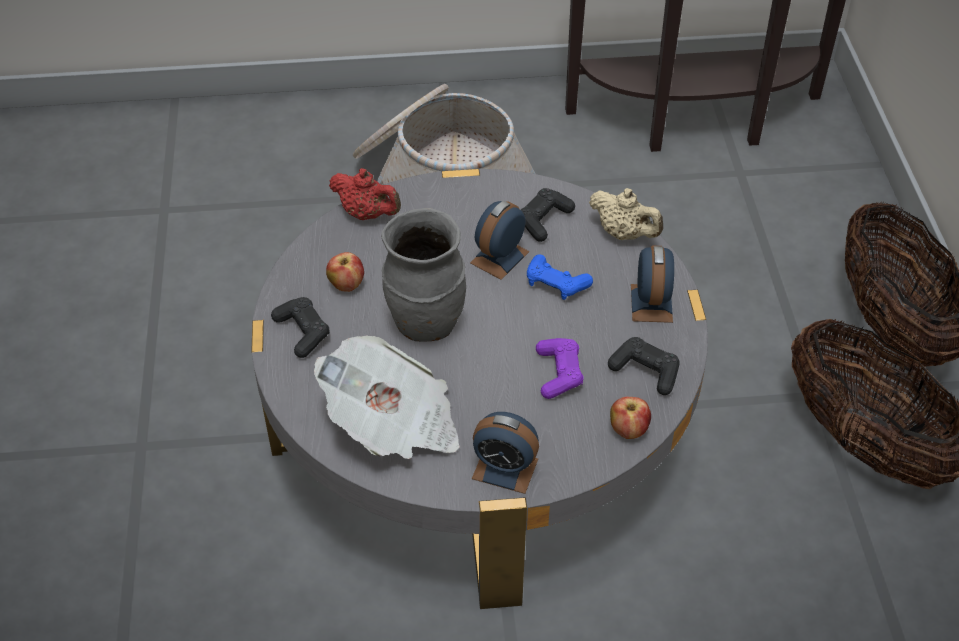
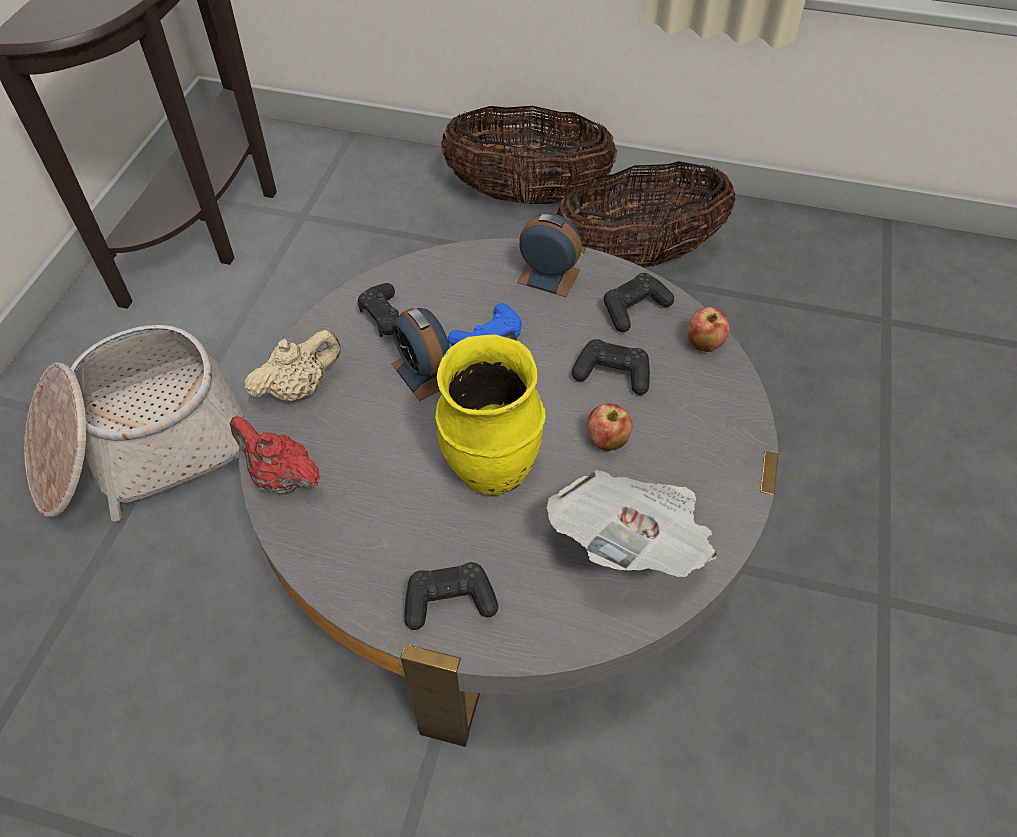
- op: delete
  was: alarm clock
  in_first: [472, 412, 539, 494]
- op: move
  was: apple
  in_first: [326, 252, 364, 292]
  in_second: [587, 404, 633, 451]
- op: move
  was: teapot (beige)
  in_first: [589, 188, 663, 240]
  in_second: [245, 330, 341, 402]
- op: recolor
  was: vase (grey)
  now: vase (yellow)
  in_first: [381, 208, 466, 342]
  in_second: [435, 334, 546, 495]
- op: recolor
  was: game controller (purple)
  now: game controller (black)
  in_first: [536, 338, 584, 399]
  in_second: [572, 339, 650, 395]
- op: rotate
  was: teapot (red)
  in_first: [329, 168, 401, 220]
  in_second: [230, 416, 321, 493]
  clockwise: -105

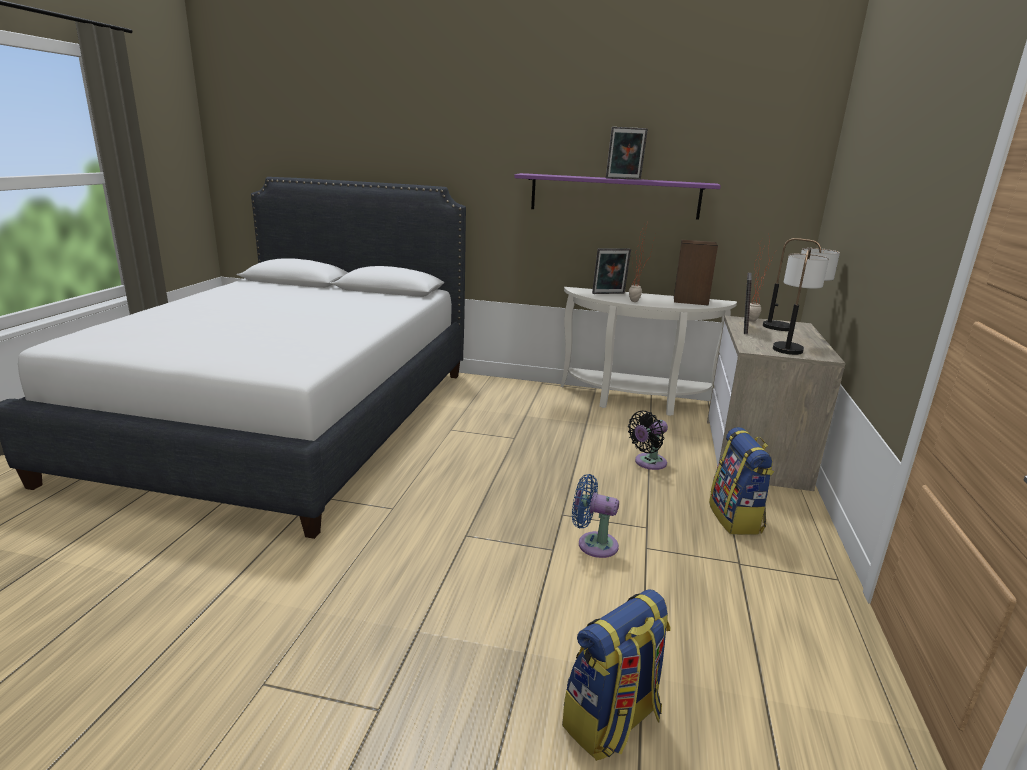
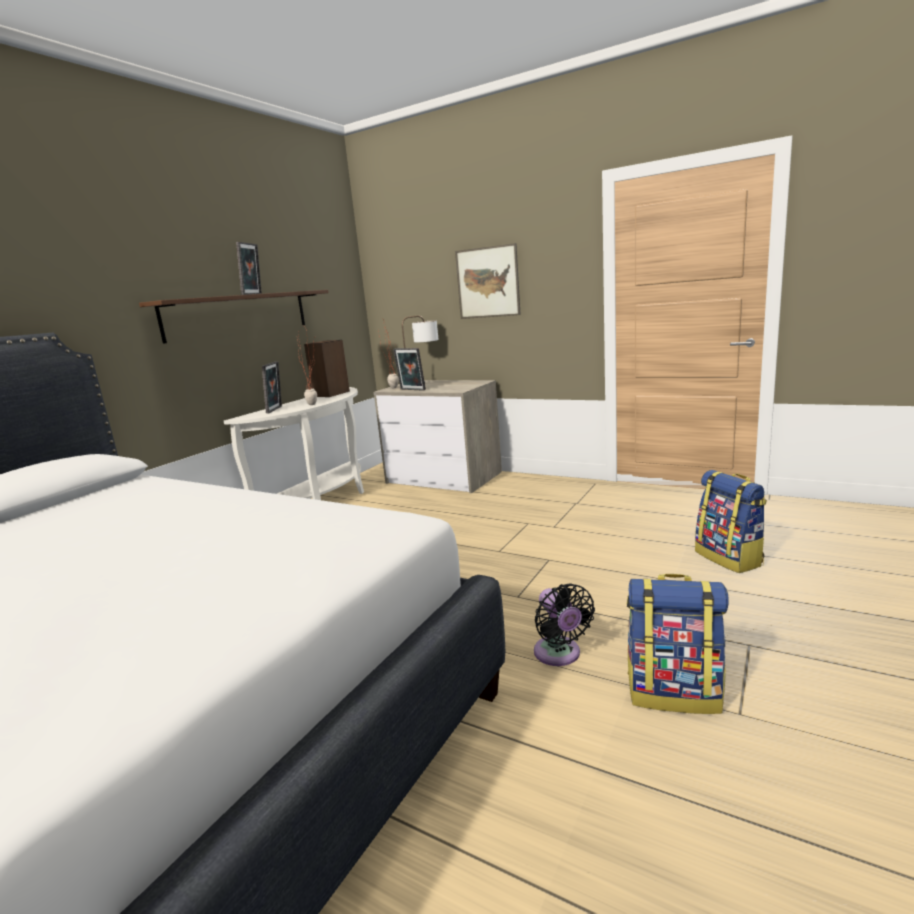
- op: delete
  was: fan (blue)
  in_first: [572, 474, 619, 558]
- op: delete
  was: table lamp
  in_first: [773, 248, 829, 355]
- op: insert
  now: picture
  in_second: [455, 243, 521, 319]
- op: move
  was: fan (black)
  in_first: [628, 411, 668, 470]
  in_second: [534, 583, 595, 666]
- op: move
  was: backpack
  in_first: [709, 427, 774, 535]
  in_second: [627, 574, 729, 714]
- op: recolor
  was: shelf (purple)
  now: shelf (brown)
  in_first: [514, 173, 721, 220]
  in_second: [139, 290, 329, 344]

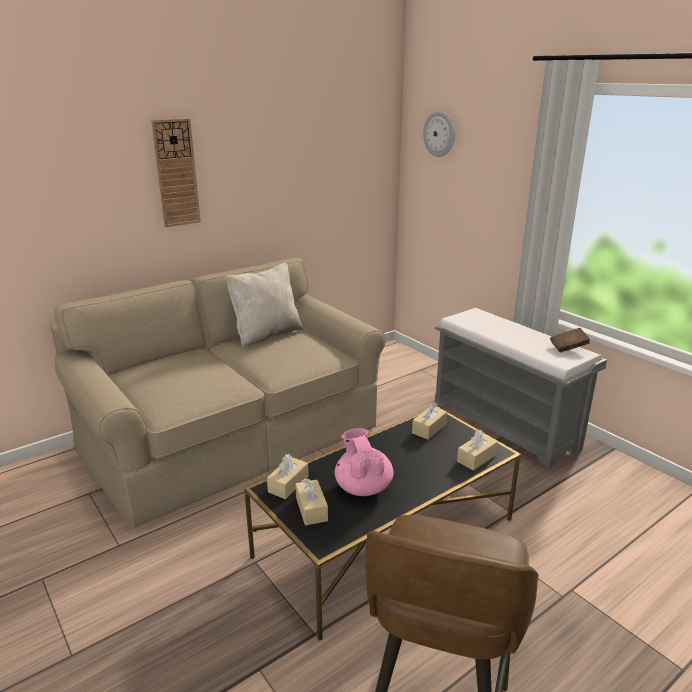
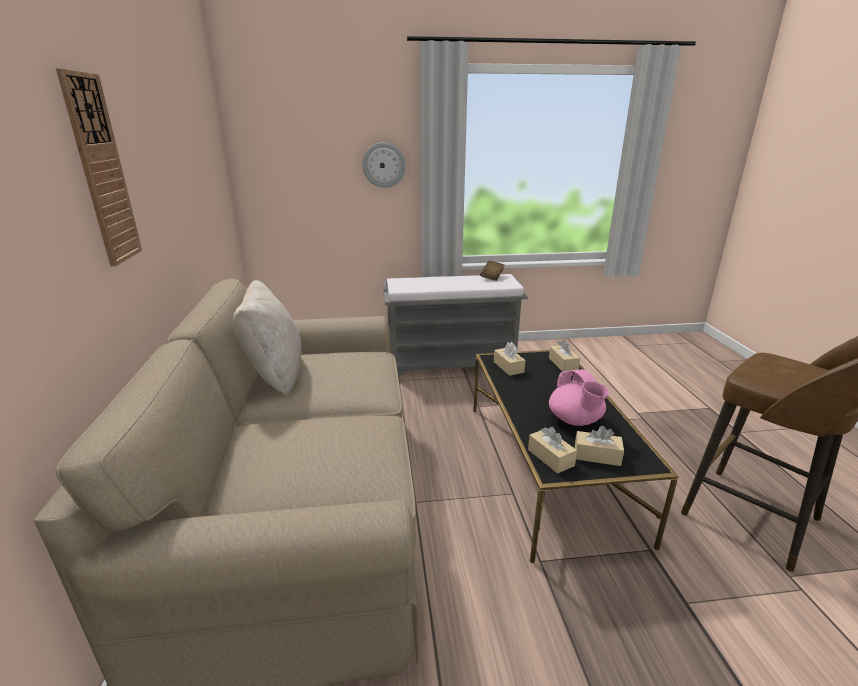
- op: move
  was: wall clock
  in_first: [423, 111, 455, 157]
  in_second: [362, 142, 406, 188]
- op: rotate
  was: teapot (pink)
  in_first: [335, 428, 394, 496]
  in_second: [549, 370, 609, 426]
  clockwise: -120

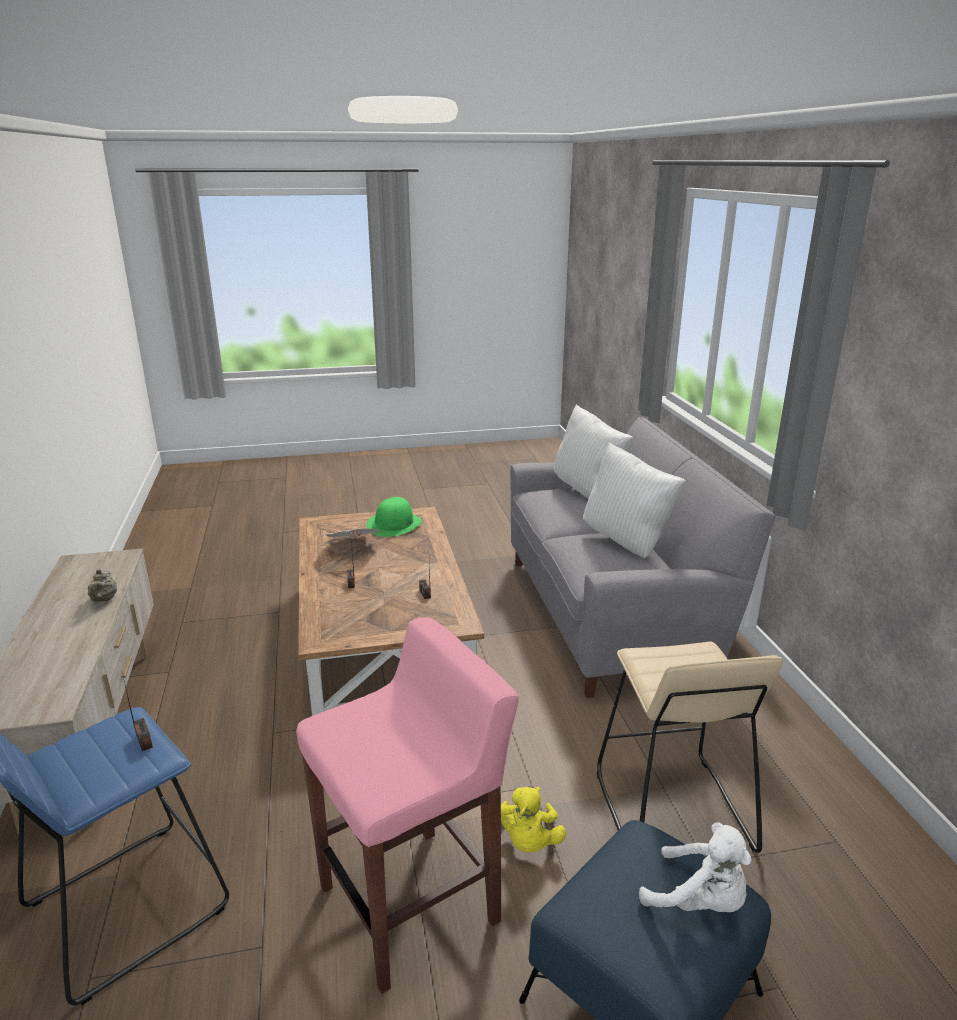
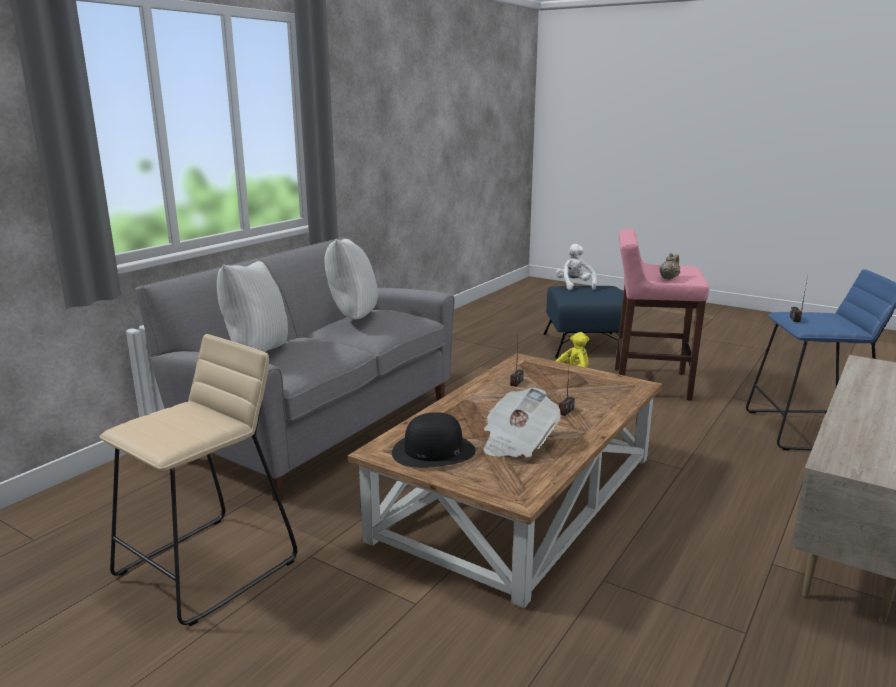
- op: move
  was: teapot (beige)
  in_first: [88, 569, 117, 602]
  in_second: [660, 253, 680, 280]
- op: move
  was: stool (beige)
  in_first: [597, 642, 783, 853]
  in_second: [99, 334, 297, 626]
- op: recolor
  was: hat (green)
  now: hat (black)
  in_first: [367, 497, 422, 537]
  in_second: [392, 412, 475, 468]

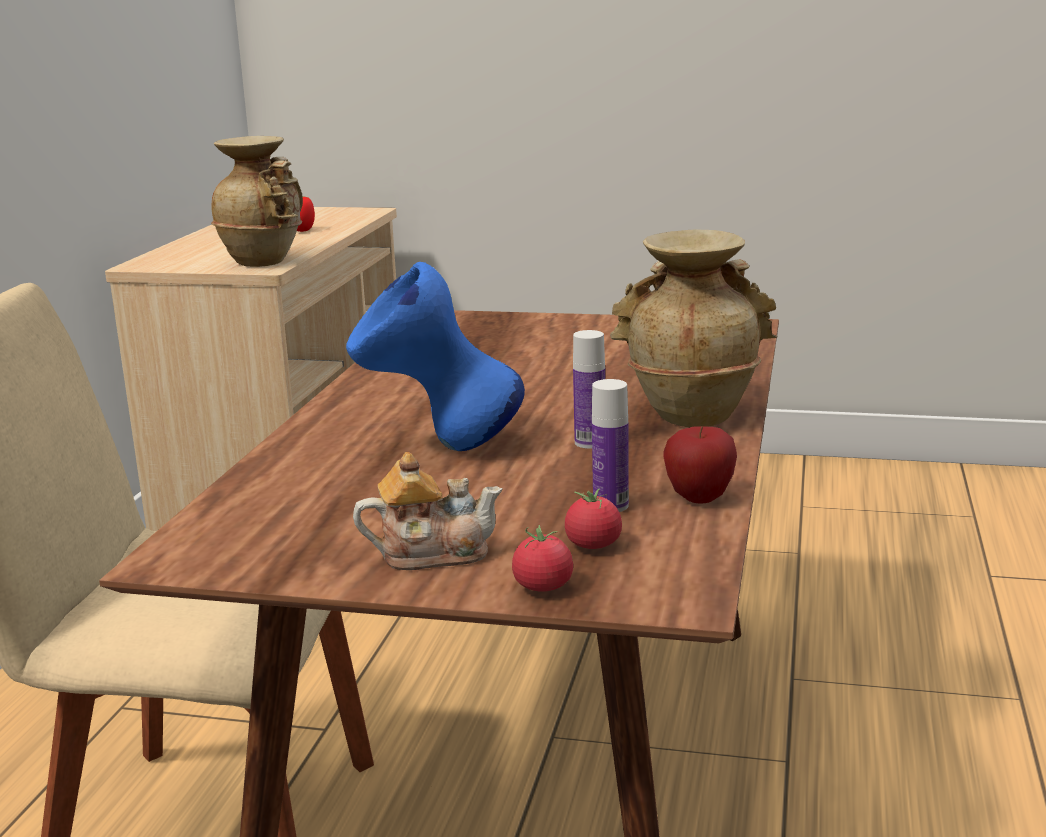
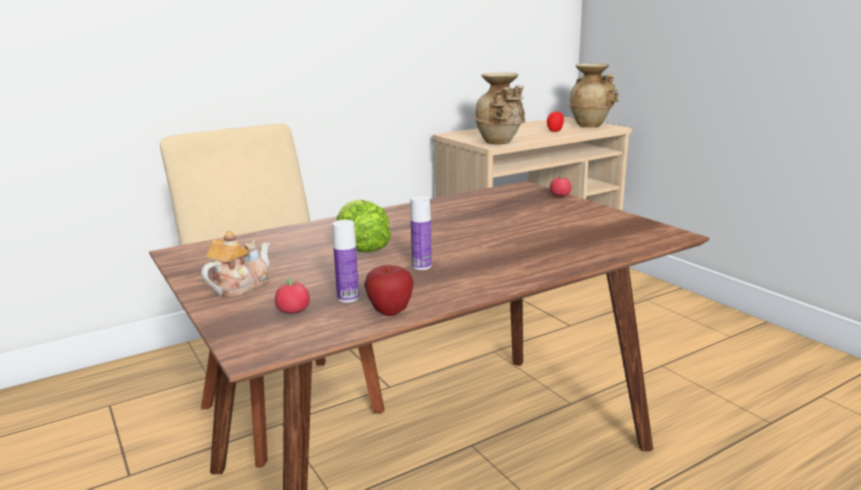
- op: move
  was: tomato
  in_first: [512, 525, 573, 592]
  in_second: [549, 173, 572, 197]
- op: move
  was: vase (beige)
  in_first: [610, 229, 777, 427]
  in_second: [568, 63, 619, 127]
- op: replace
  was: vase (blue)
  now: lettuce
  in_first: [346, 262, 525, 451]
  in_second: [336, 199, 391, 252]
- op: rotate
  was: teapot
  in_first: [353, 452, 503, 570]
  in_second: [201, 231, 270, 298]
  clockwise: -90

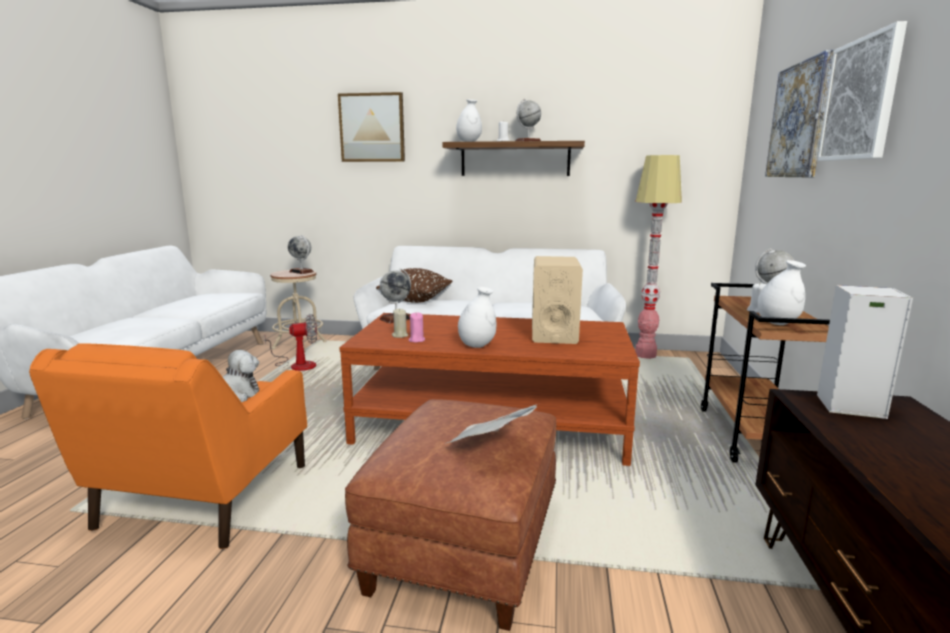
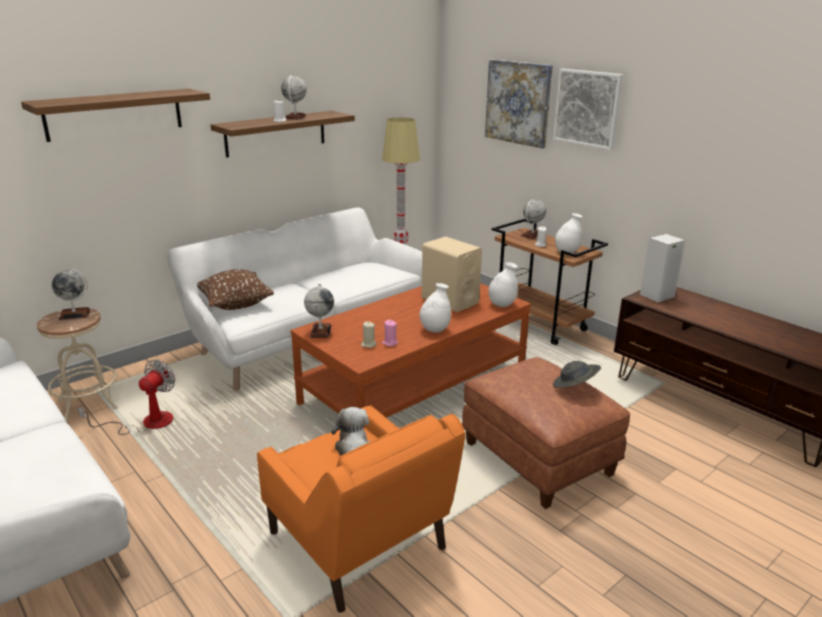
- op: move
  was: vase (white)
  in_first: [456, 99, 482, 142]
  in_second: [488, 262, 518, 307]
- op: replace
  was: picture
  now: shelf
  in_first: [338, 92, 405, 162]
  in_second: [21, 89, 210, 142]
- op: replace
  was: newspaper
  now: hat (grey)
  in_first: [445, 404, 537, 444]
  in_second: [553, 361, 601, 388]

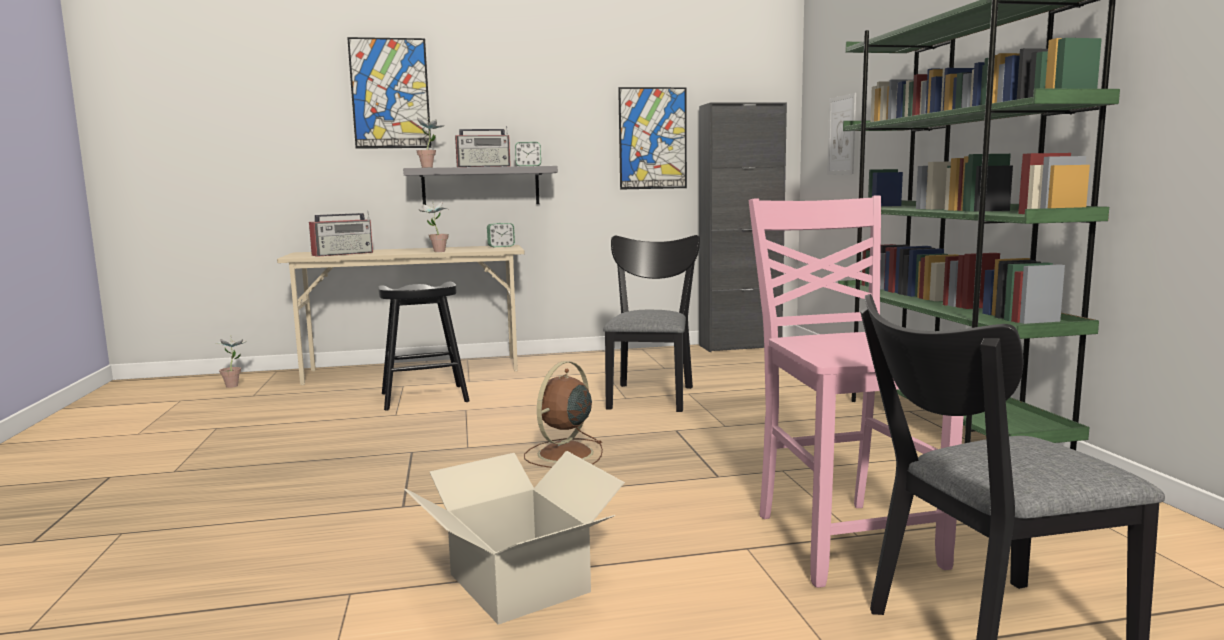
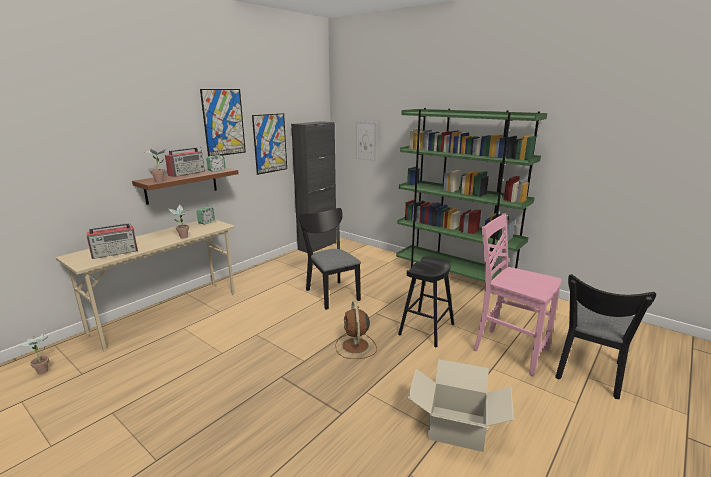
- op: move
  was: picture
  in_first: [347, 37, 431, 149]
  in_second: [200, 89, 246, 156]
- op: move
  was: stool (black)
  in_first: [378, 282, 470, 411]
  in_second: [398, 256, 454, 347]
- op: recolor
  was: shelf (grey)
  now: shelf (brown)
  in_first: [403, 166, 558, 205]
  in_second: [132, 168, 239, 205]
- op: rotate
  was: radio
  in_first: [309, 211, 373, 257]
  in_second: [86, 223, 138, 259]
  clockwise: 45

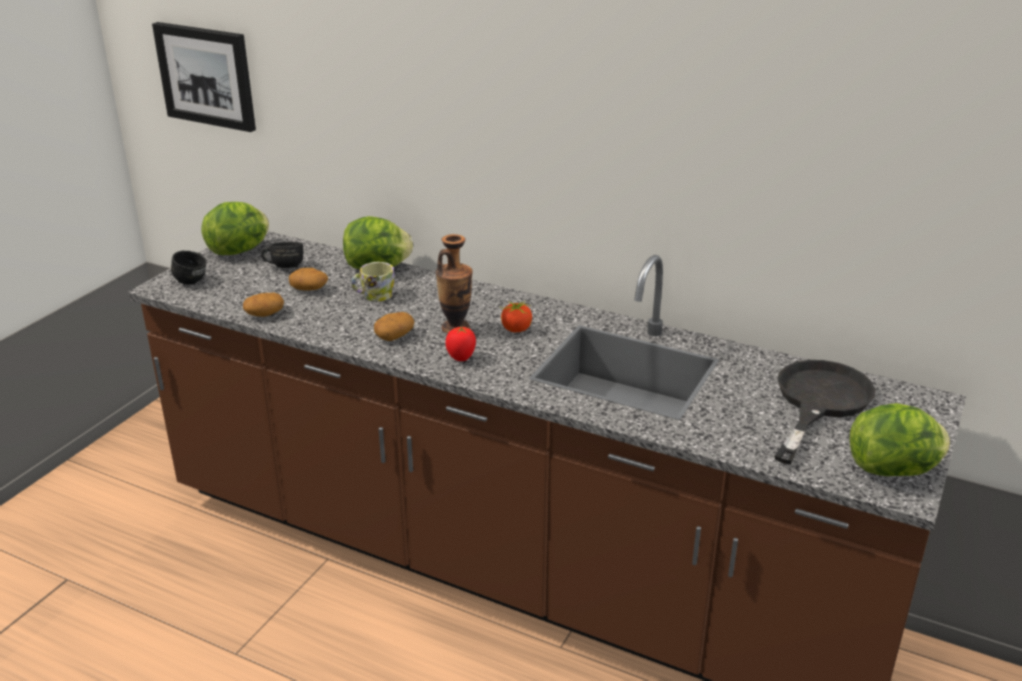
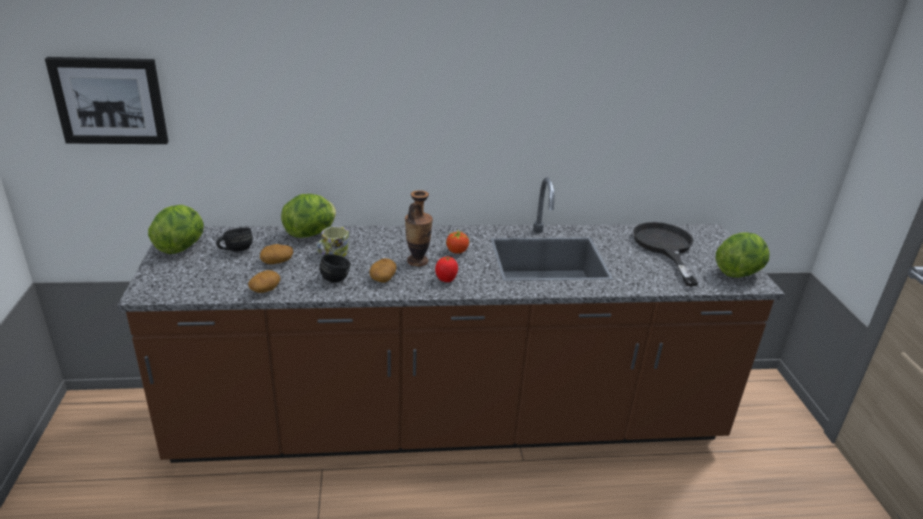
- op: move
  was: mug (black)
  in_first: [171, 251, 207, 285]
  in_second: [320, 254, 351, 283]

